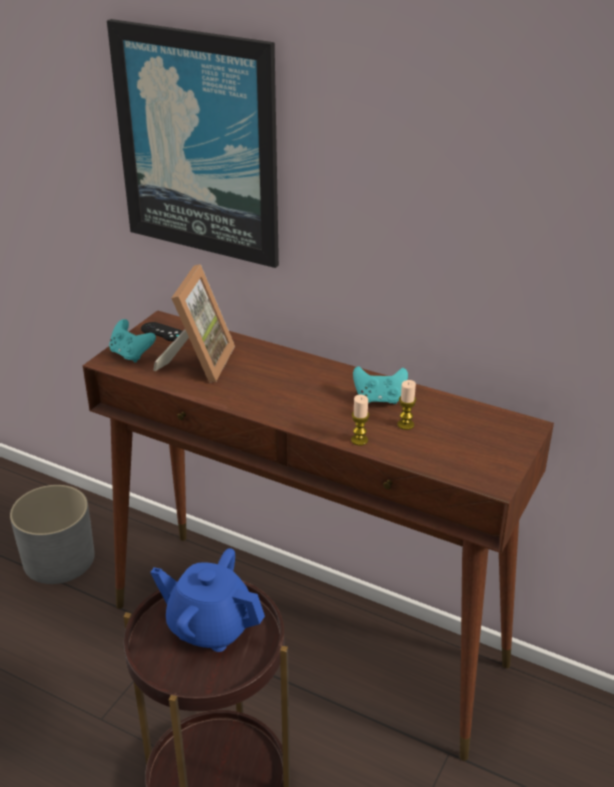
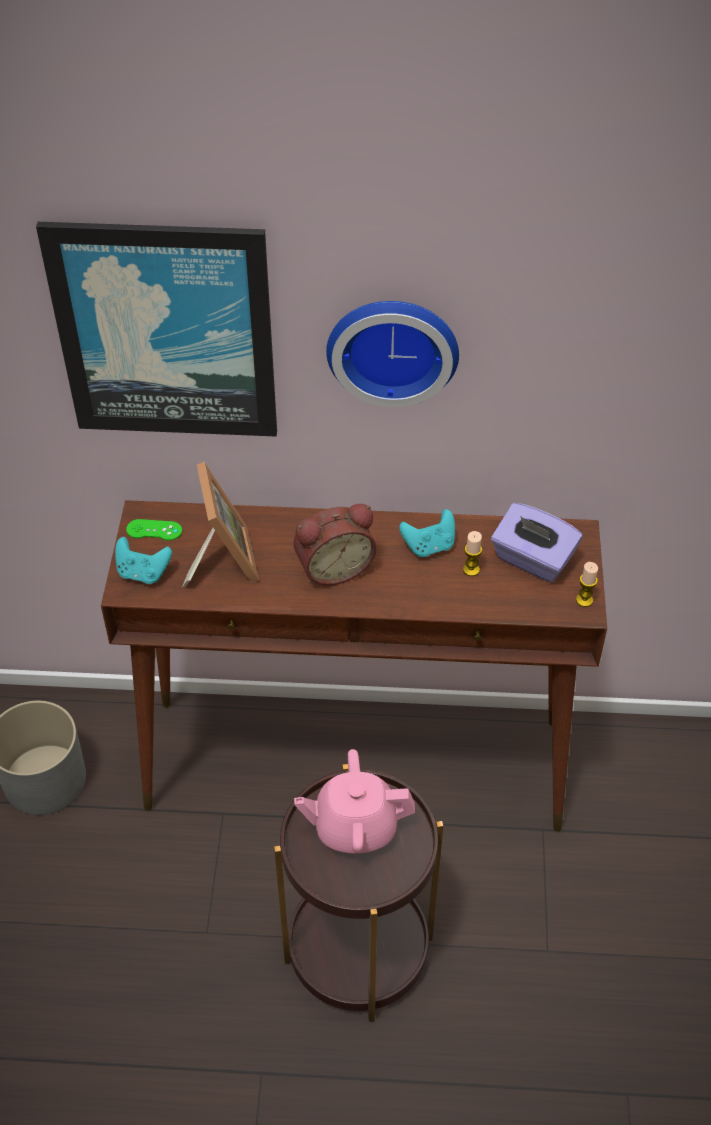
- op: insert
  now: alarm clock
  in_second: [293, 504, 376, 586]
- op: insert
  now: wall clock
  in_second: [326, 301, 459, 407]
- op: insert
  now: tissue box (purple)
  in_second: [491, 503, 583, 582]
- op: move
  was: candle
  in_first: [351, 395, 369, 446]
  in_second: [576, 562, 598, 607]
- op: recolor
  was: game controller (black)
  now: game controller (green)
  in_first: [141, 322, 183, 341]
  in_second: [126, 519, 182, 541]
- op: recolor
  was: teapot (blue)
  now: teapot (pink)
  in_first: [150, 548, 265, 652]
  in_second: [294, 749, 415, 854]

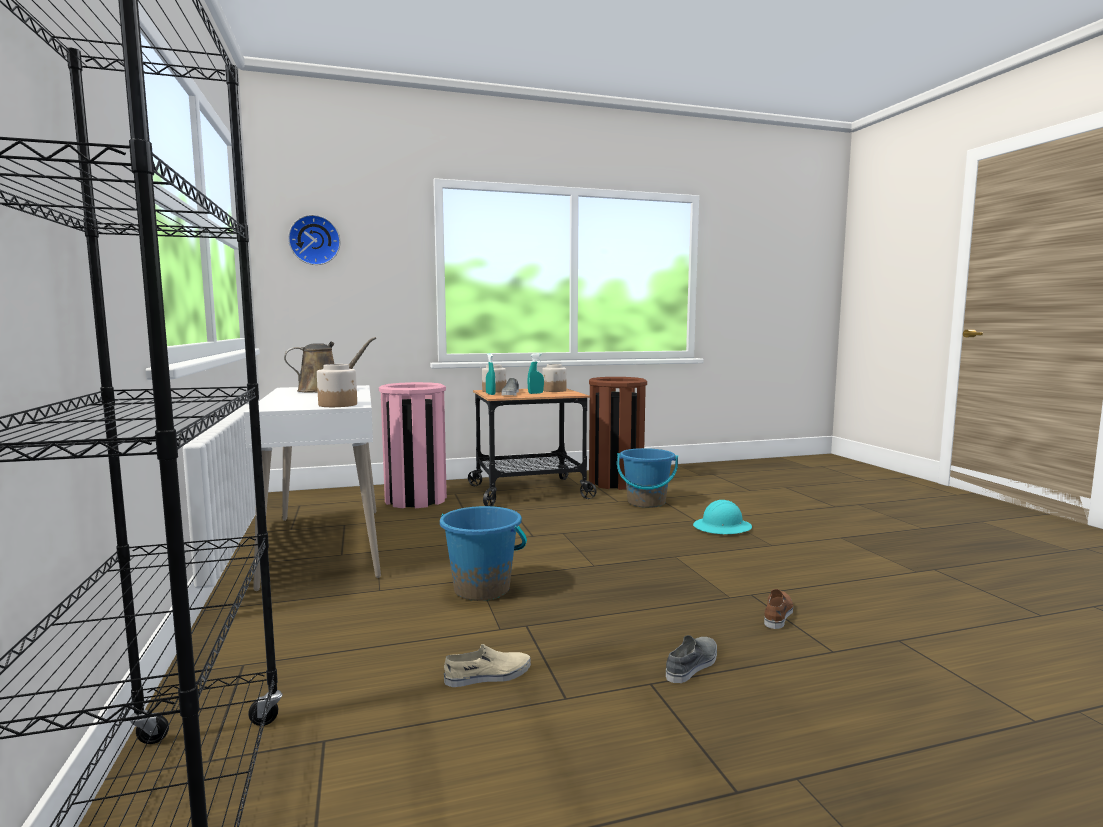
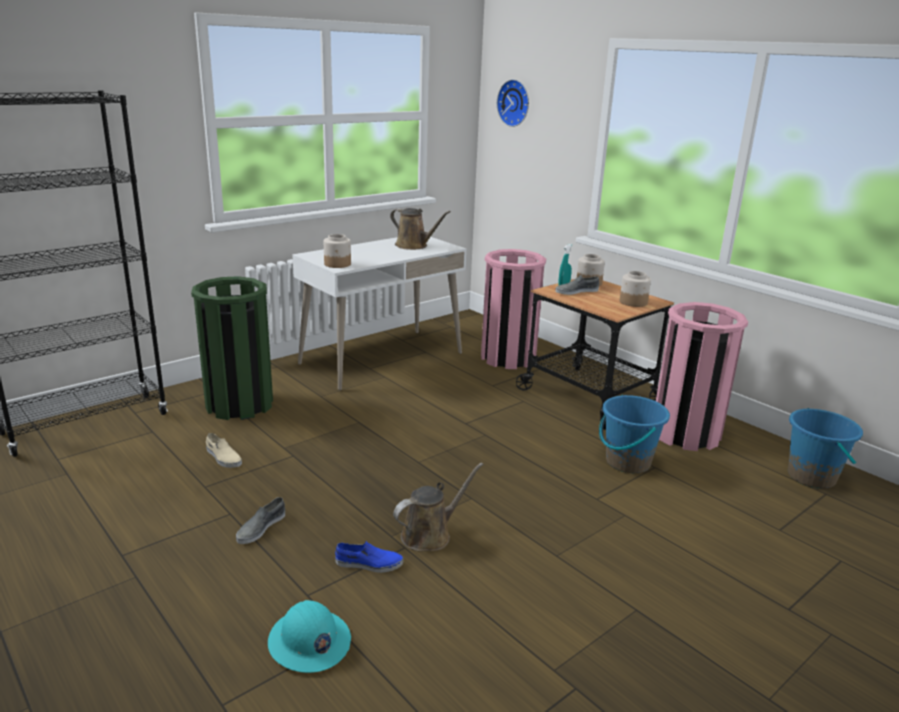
- op: delete
  was: spray bottle (turquoise)
  in_first: [528, 353, 544, 394]
- op: insert
  now: trash can (green)
  in_second: [191, 276, 273, 420]
- op: insert
  now: watering can (brown)
  in_second: [393, 463, 484, 551]
- op: move
  was: bucket (blue)
  in_first: [440, 506, 527, 601]
  in_second: [788, 408, 863, 489]
- op: move
  was: hard hat (turquoise)
  in_first: [693, 500, 752, 534]
  in_second: [268, 600, 351, 673]
- op: recolor
  was: trash can (brown)
  now: trash can (pink)
  in_first: [589, 377, 647, 490]
  in_second: [656, 302, 748, 451]
- op: recolor
  was: shoe (brown)
  now: shoe (blue)
  in_first: [764, 589, 793, 629]
  in_second: [335, 541, 403, 573]
- op: rotate
  was: shoe (grey)
  in_first: [666, 635, 717, 683]
  in_second: [236, 497, 285, 544]
  clockwise: 105

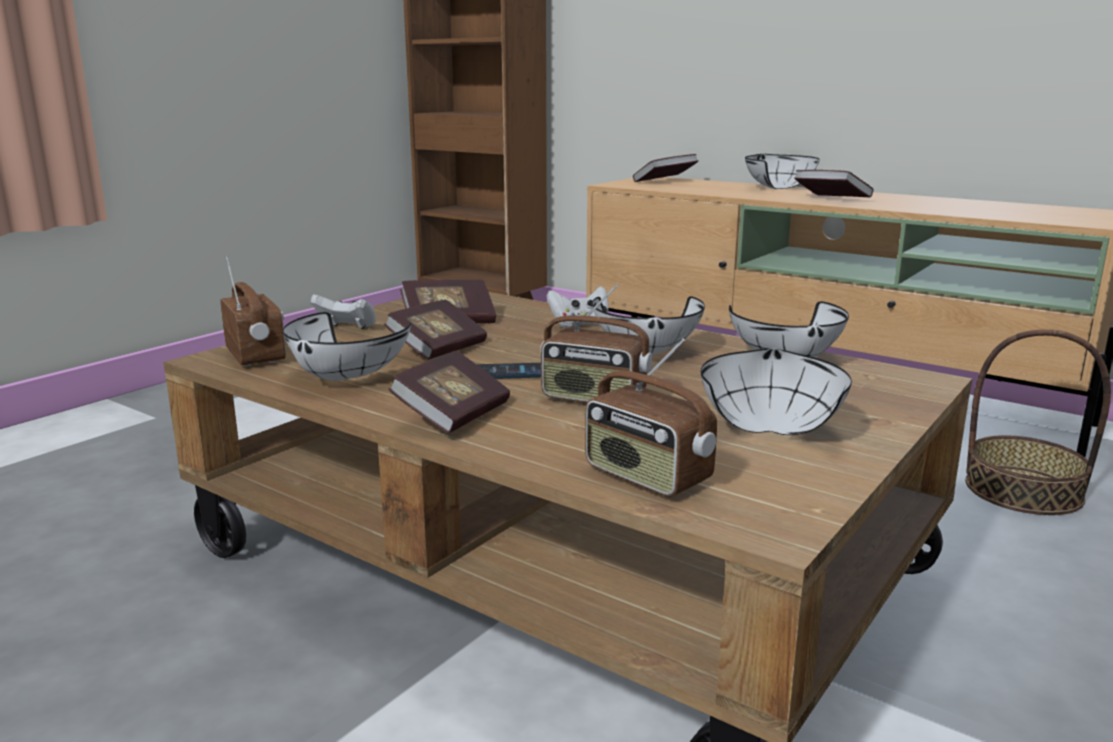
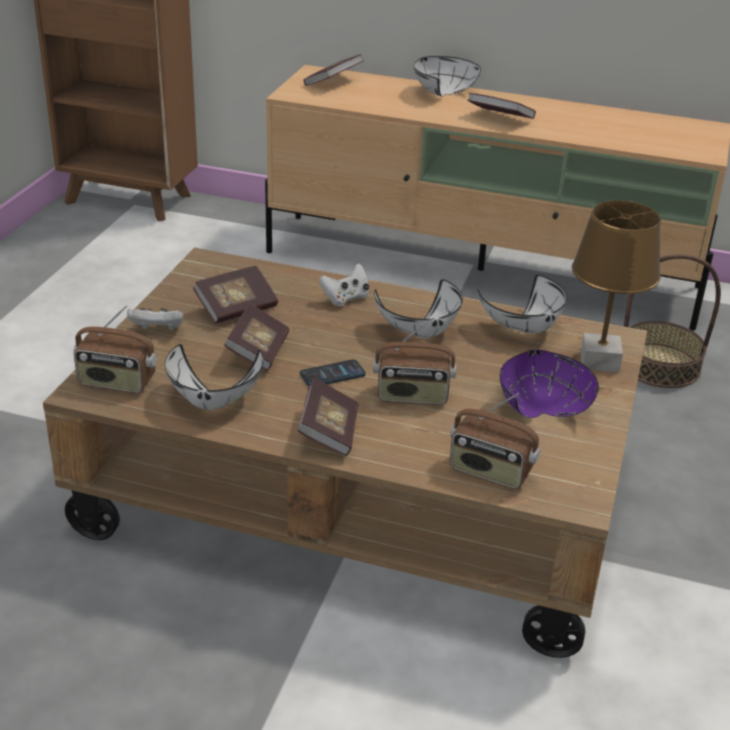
- op: insert
  now: table lamp (brown)
  in_second: [572, 200, 661, 372]
- op: recolor
  was: bowl (white)
  now: bowl (purple)
  in_first: [701, 349, 852, 435]
  in_second: [500, 349, 599, 418]
- op: rotate
  was: radio
  in_first: [220, 256, 286, 367]
  in_second: [74, 305, 157, 393]
  clockwise: 150

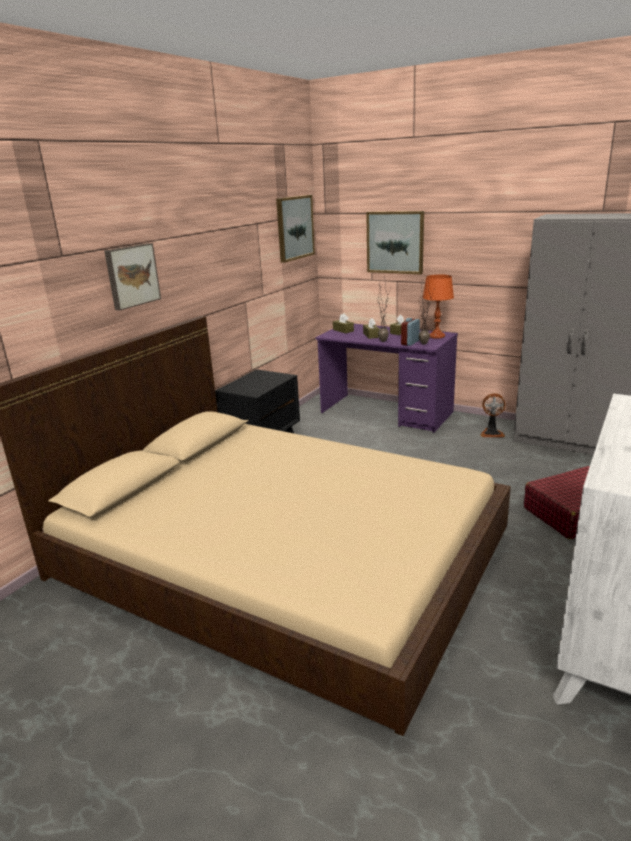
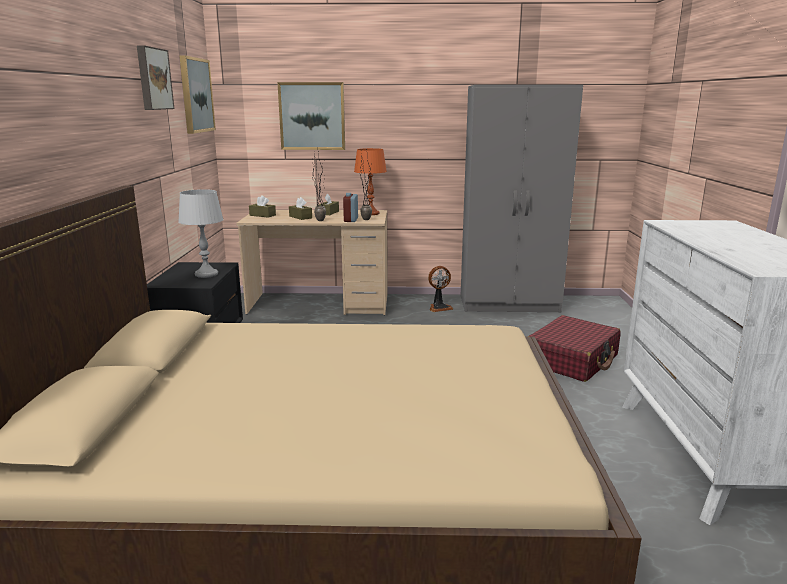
- op: insert
  now: table lamp (grey)
  in_second: [178, 189, 224, 278]
- op: move
  was: picture
  in_first: [104, 243, 161, 310]
  in_second: [137, 45, 174, 110]
- op: recolor
  was: desk (purple)
  now: desk (beige)
  in_first: [315, 324, 458, 433]
  in_second: [236, 210, 388, 315]

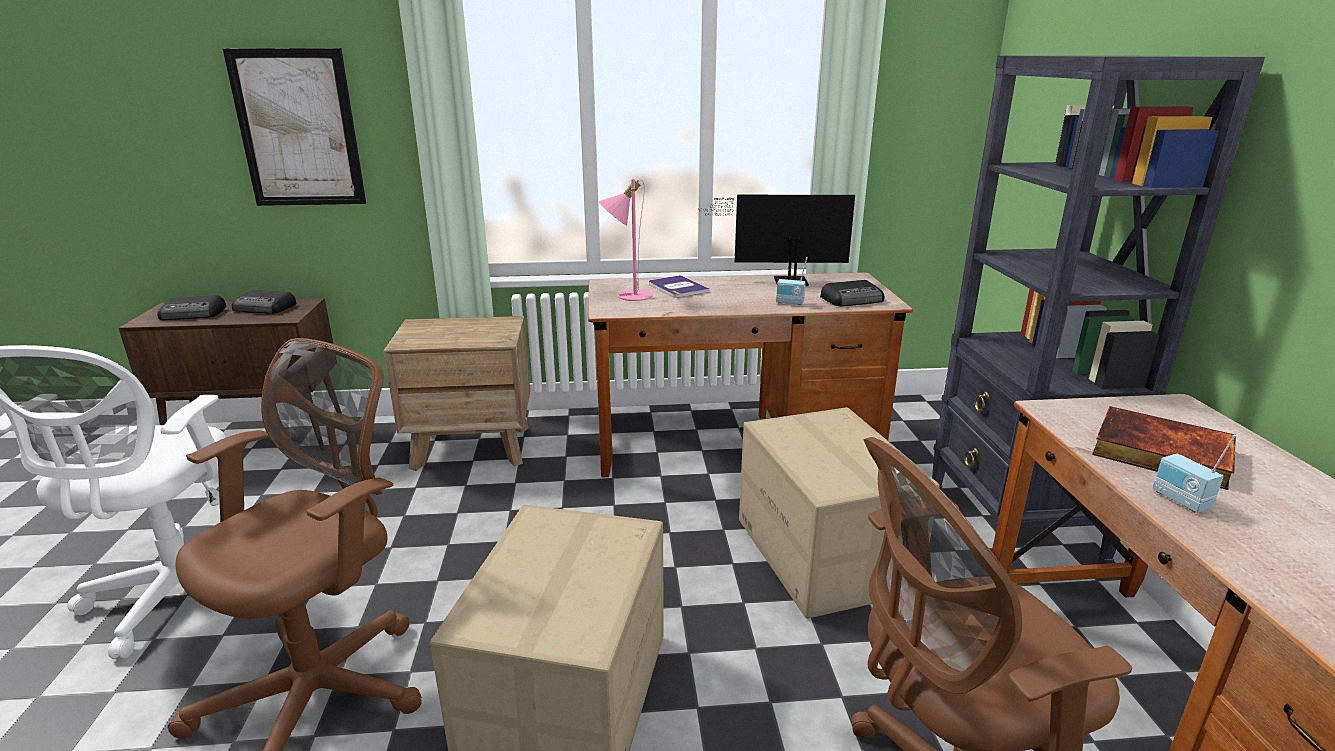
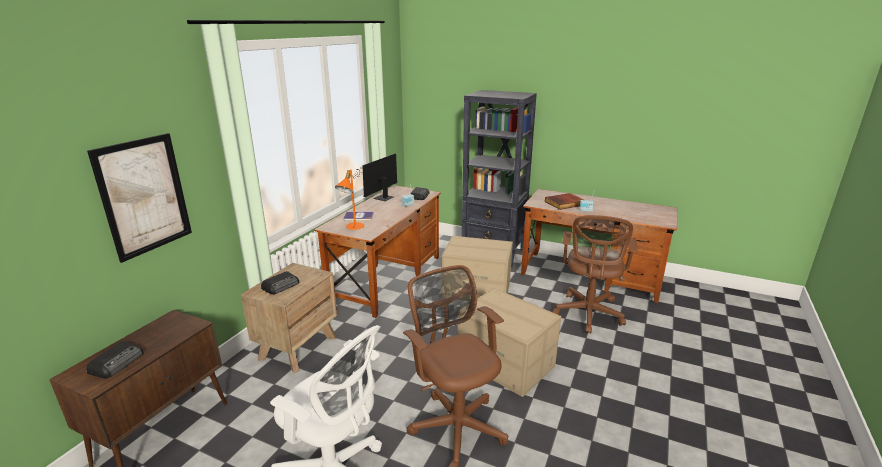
- op: move
  was: radio
  in_first: [232, 290, 297, 314]
  in_second: [261, 271, 299, 294]
- op: recolor
  was: table lamp (pink)
  now: table lamp (orange)
  in_first: [598, 179, 653, 301]
  in_second: [335, 169, 364, 230]

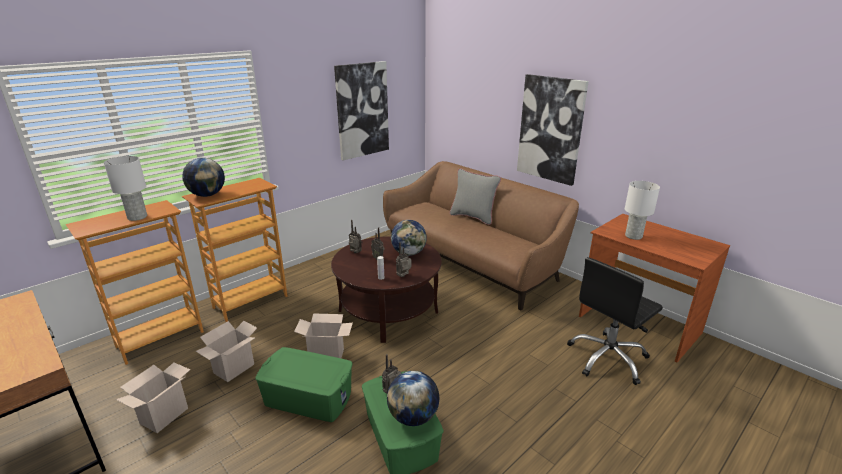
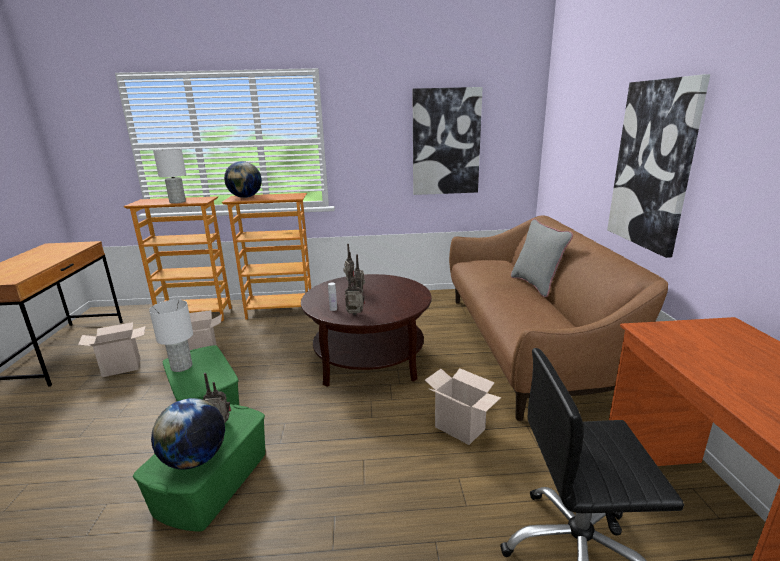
- op: delete
  was: globe
  in_first: [391, 220, 427, 256]
- op: move
  was: cardboard box
  in_first: [294, 313, 353, 358]
  in_second: [425, 368, 501, 445]
- op: move
  was: table lamp (white)
  in_first: [625, 181, 660, 240]
  in_second: [149, 300, 193, 372]

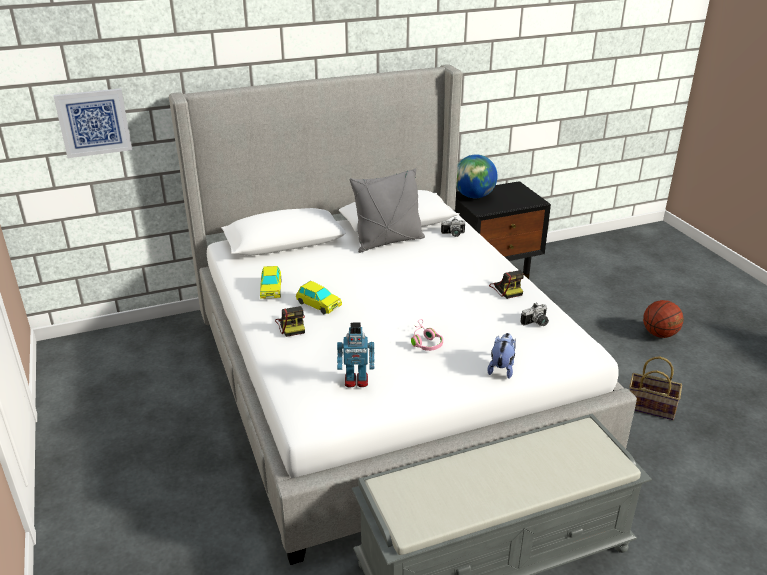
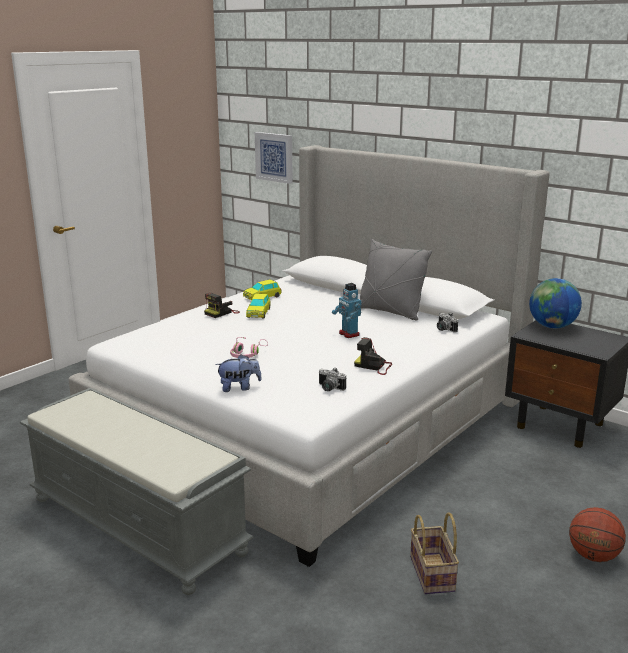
- op: move
  was: toy robot
  in_first: [337, 323, 374, 387]
  in_second: [332, 283, 362, 338]
- op: rotate
  was: photo camera
  in_first: [489, 270, 524, 299]
  in_second: [354, 337, 392, 375]
  clockwise: 75

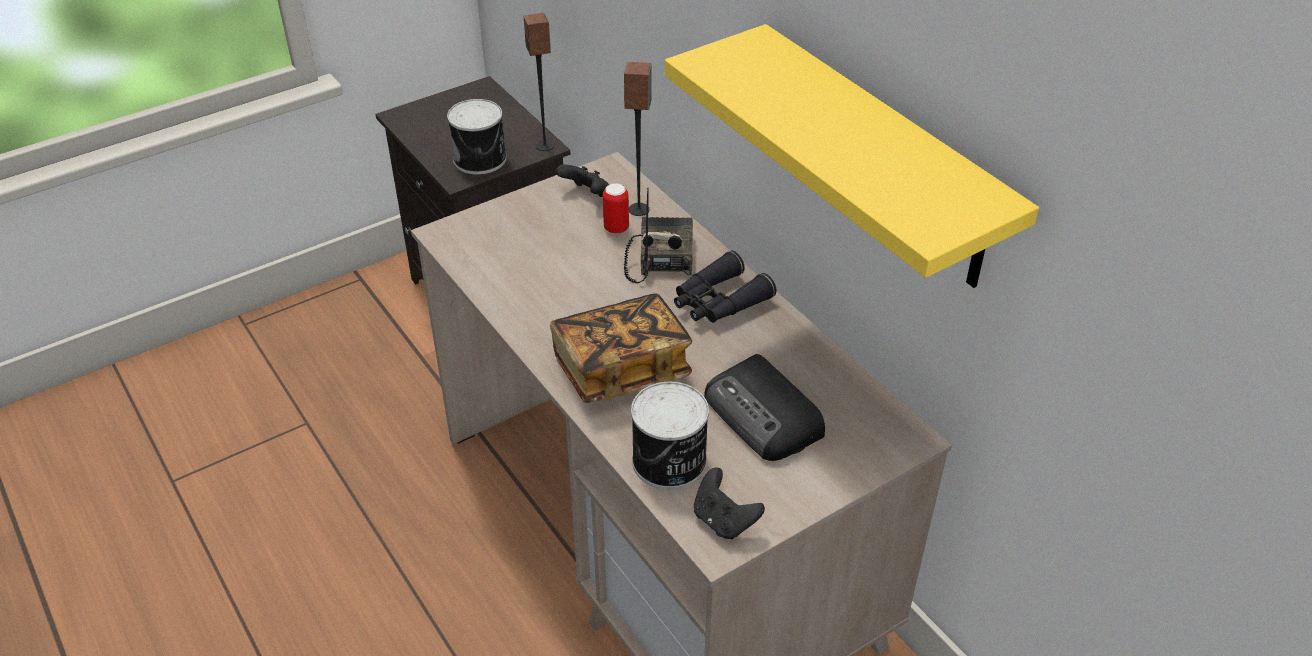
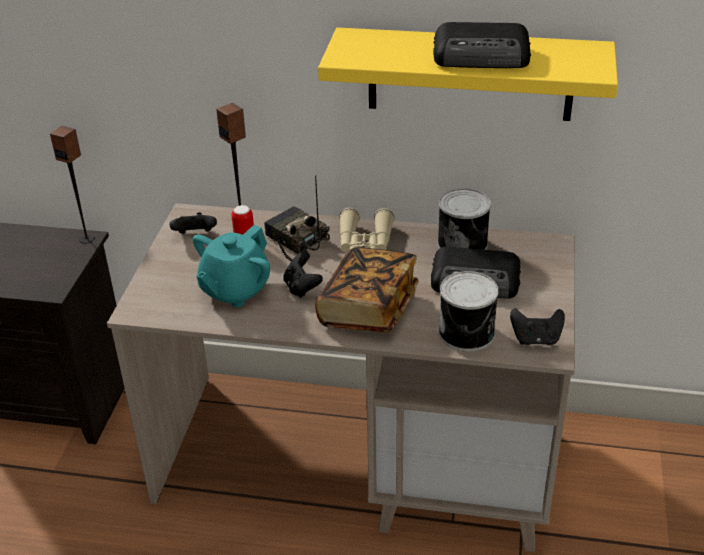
- op: insert
  now: teapot (turquoise)
  in_second: [193, 225, 270, 307]
- op: insert
  now: game controller (black)
  in_second: [283, 252, 323, 298]
- op: insert
  now: radio
  in_second: [433, 22, 531, 68]
- op: move
  was: can
  in_first: [447, 99, 507, 175]
  in_second: [437, 188, 491, 250]
- op: recolor
  was: binoculars (black)
  now: binoculars (beige)
  in_first: [674, 250, 776, 323]
  in_second: [339, 208, 394, 252]

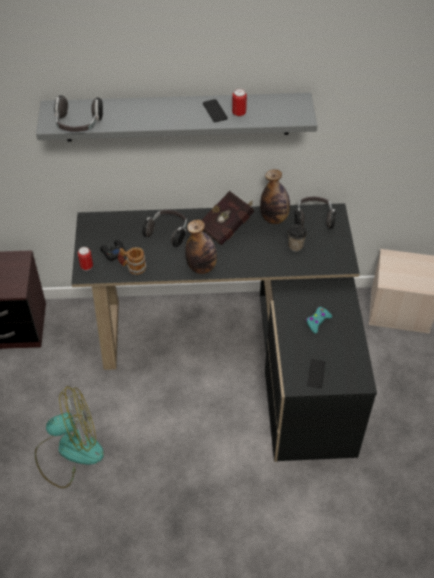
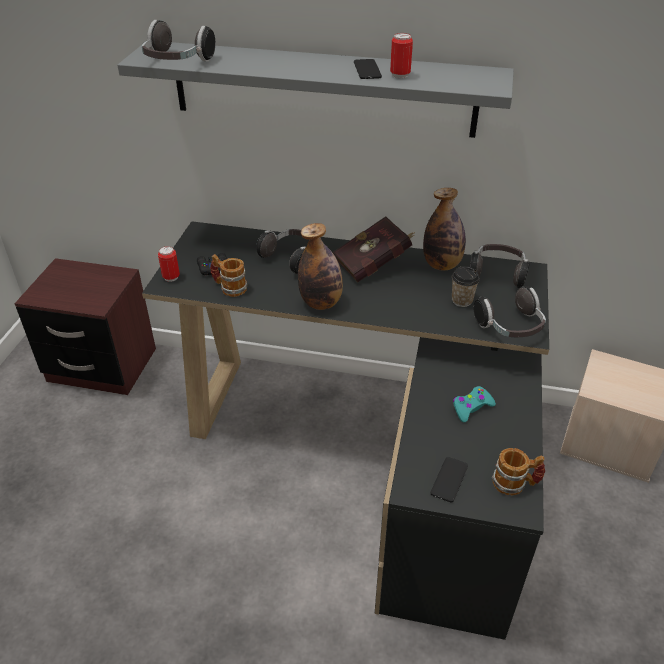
- op: delete
  was: fan
  in_first: [35, 386, 104, 488]
- op: insert
  now: headphones
  in_second: [474, 286, 546, 337]
- op: insert
  now: mug
  in_second: [492, 448, 545, 495]

